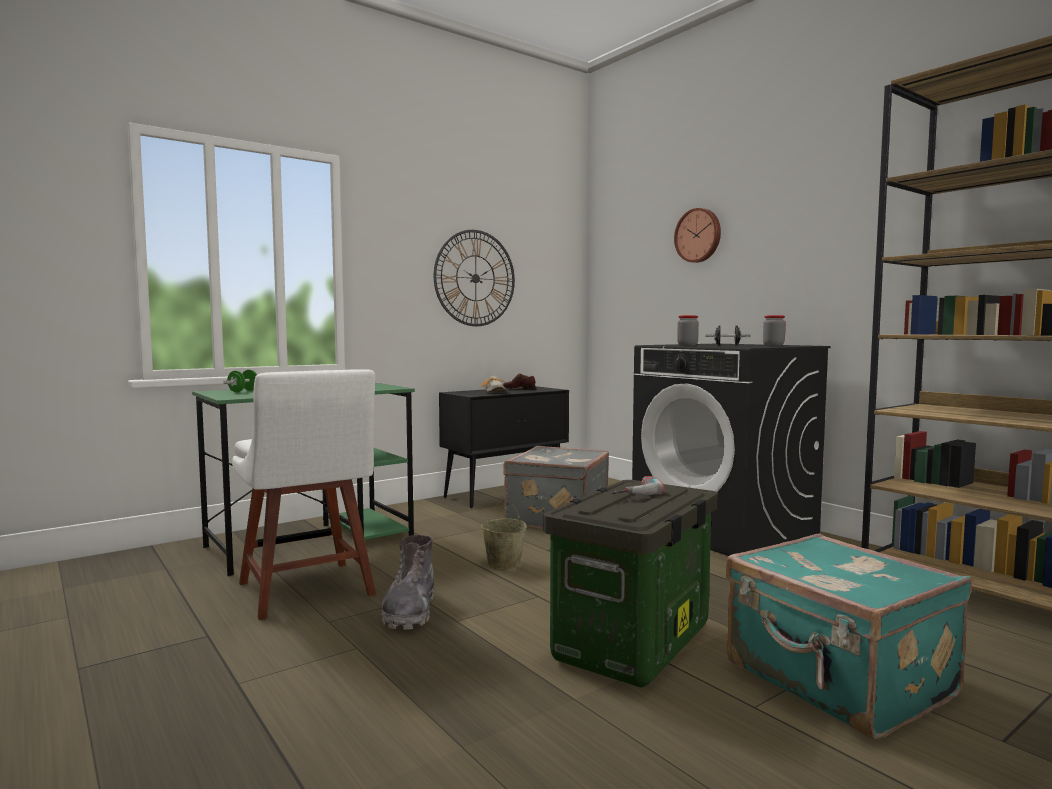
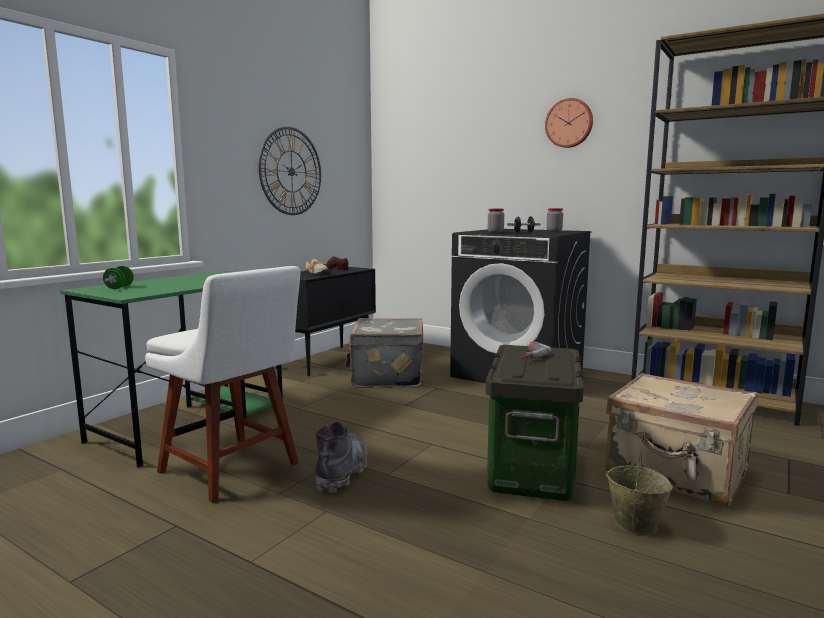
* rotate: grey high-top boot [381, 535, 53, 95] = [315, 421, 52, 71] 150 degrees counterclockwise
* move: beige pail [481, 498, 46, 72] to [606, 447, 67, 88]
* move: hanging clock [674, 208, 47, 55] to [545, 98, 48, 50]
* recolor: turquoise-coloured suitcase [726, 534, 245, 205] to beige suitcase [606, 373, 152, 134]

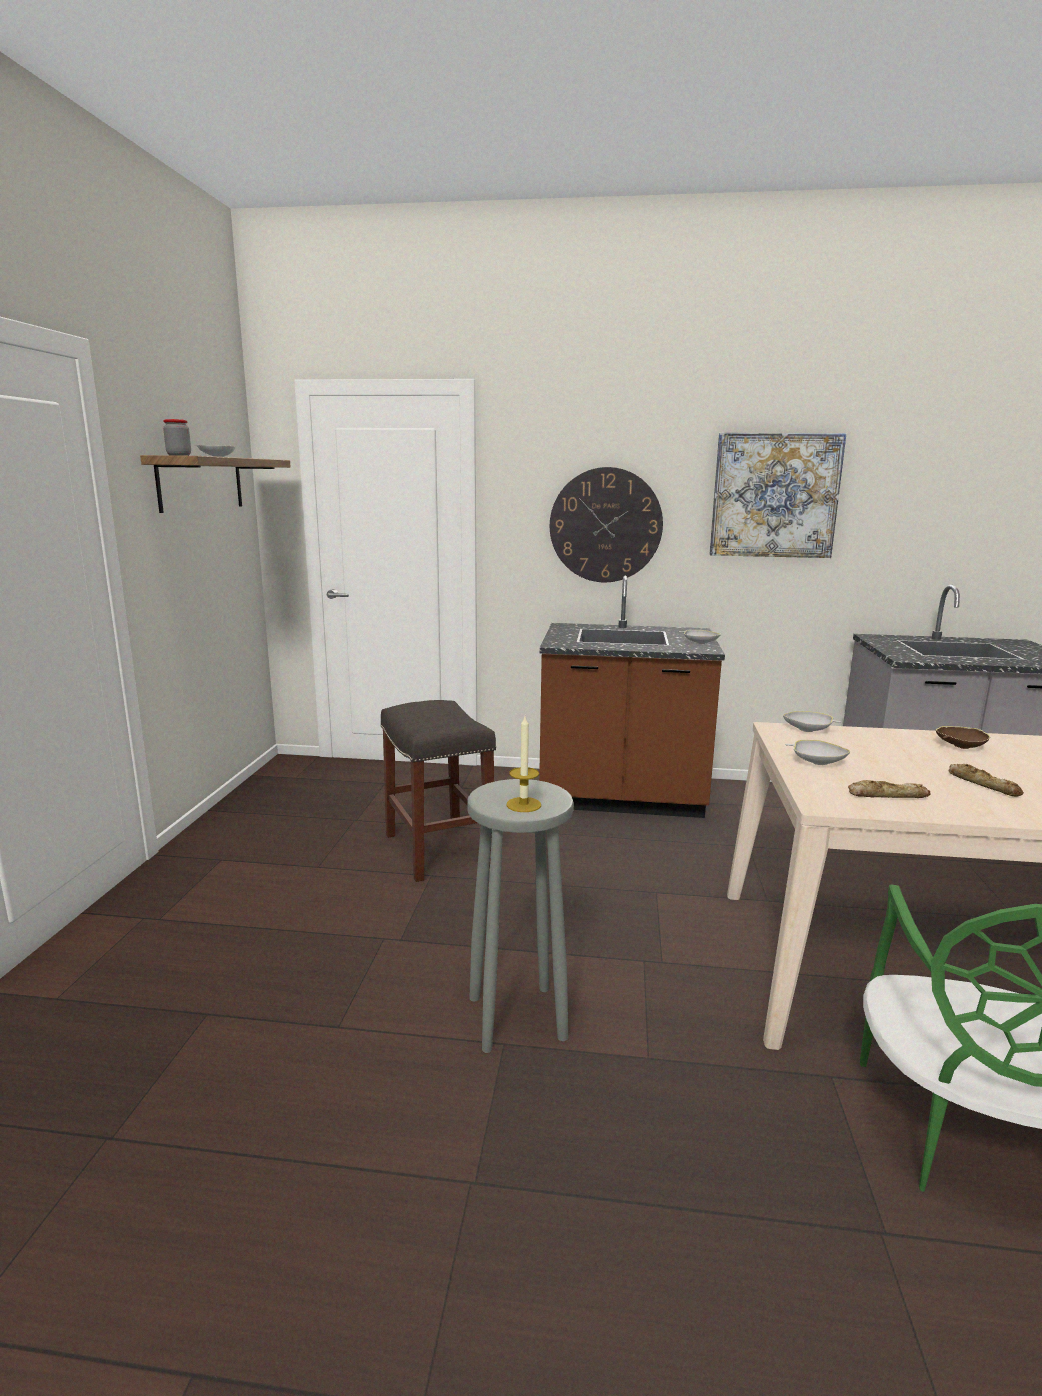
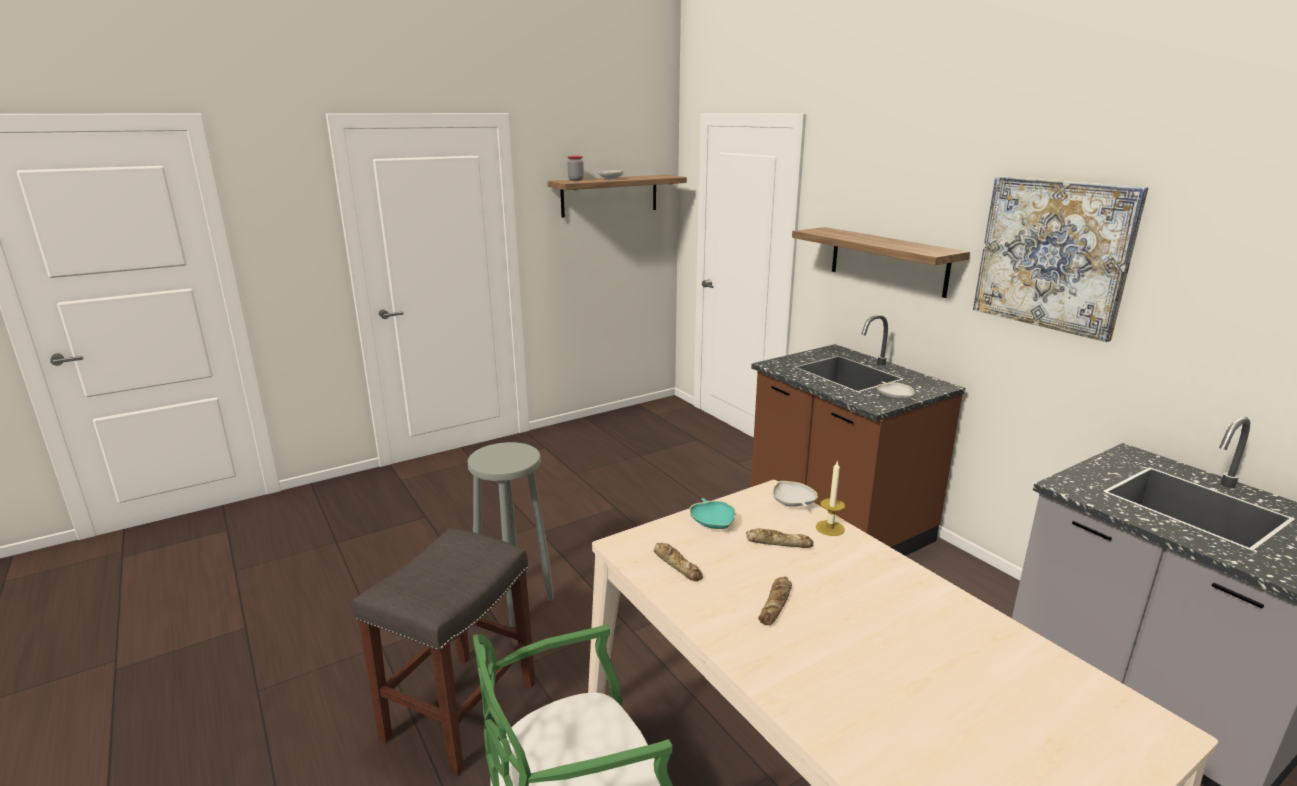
* move: grey stool seat [380, 700, 116, 182] to [353, 528, 183, 248]
* move: candle [507, 717, 34, 95] to [816, 460, 29, 76]
* replace: hanging clock [550, 467, 113, 115] to wall shelf [792, 227, 178, 71]
* recolor: white-coloured serving bowl [785, 740, 65, 25] to turquoise-coloured serving bowl [689, 498, 47, 31]
* delete: brownish serving bowl [936, 726, 54, 23]
* insert: bakery bread [746, 528, 67, 20]

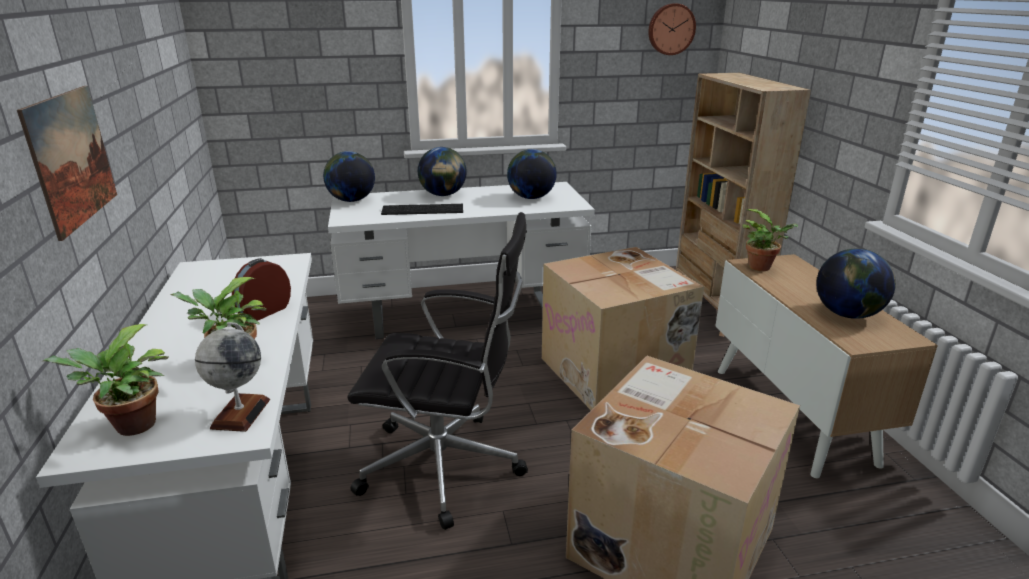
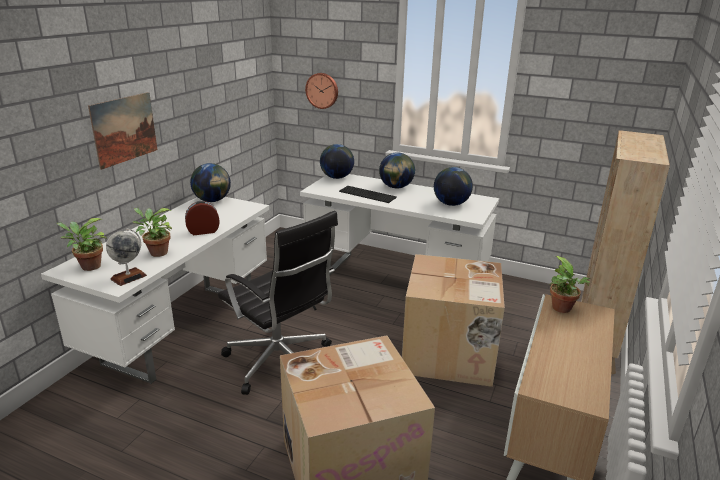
* move: hanging clock [648, 3, 48, 52] to [305, 73, 33, 36]
* move: desk globe [816, 249, 80, 70] to [190, 163, 41, 39]

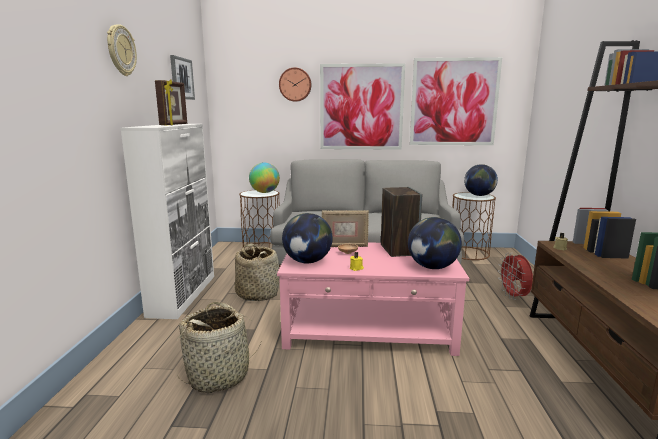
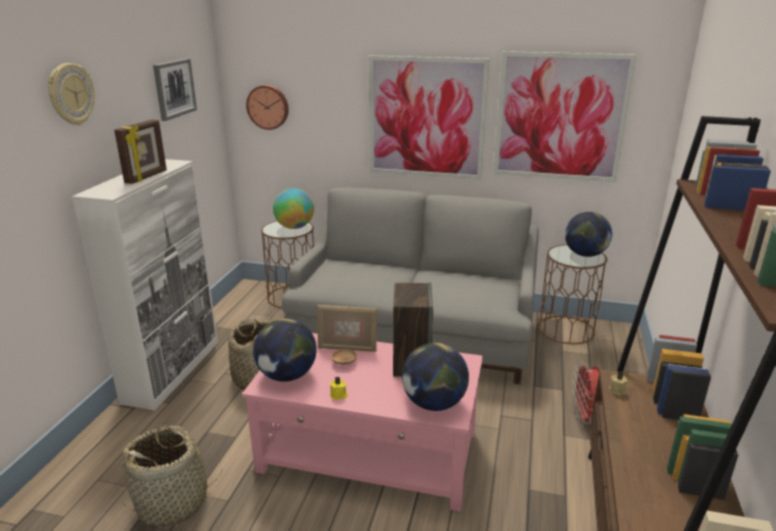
* move: hanging clock [279, 67, 32, 35] to [246, 85, 43, 45]

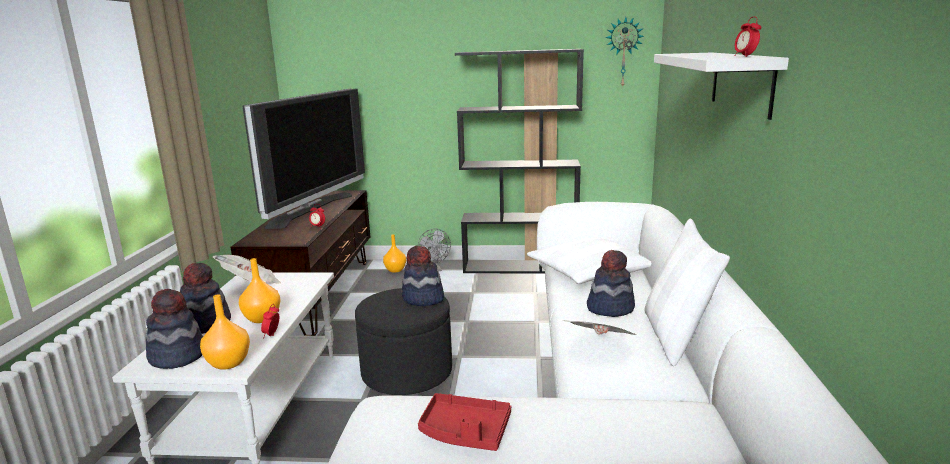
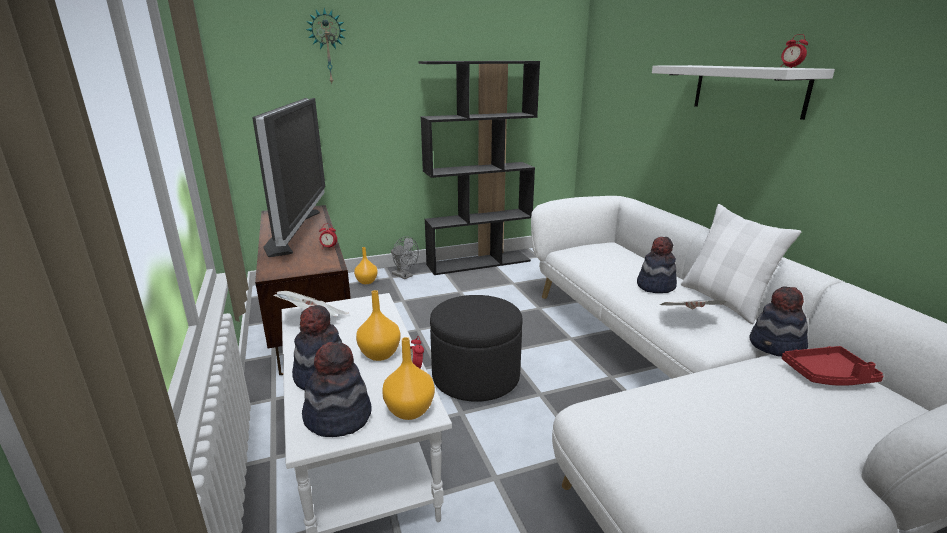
* move: hat [401, 245, 43, 61] to [749, 287, 59, 70]
* move: red serving tray [418, 393, 93, 58] to [782, 346, 102, 40]
* delete: white-coloured throw pillow [527, 237, 124, 47]
* move: hanging clock [605, 17, 39, 71] to [306, 8, 40, 76]

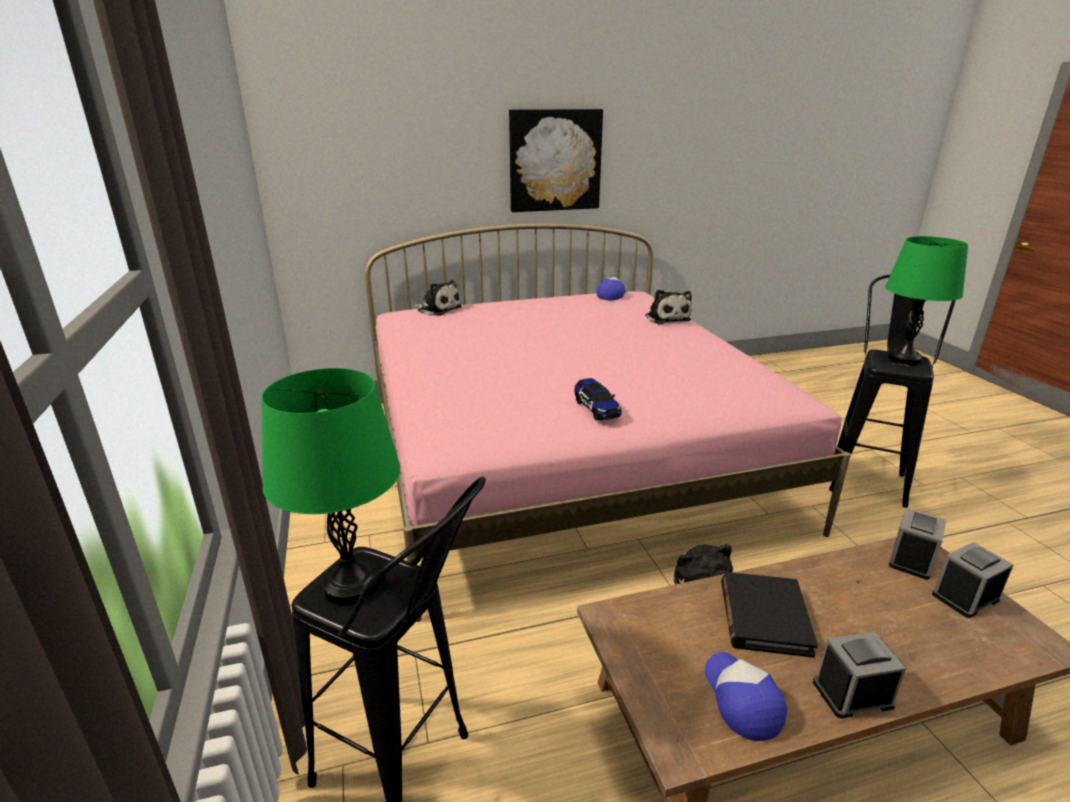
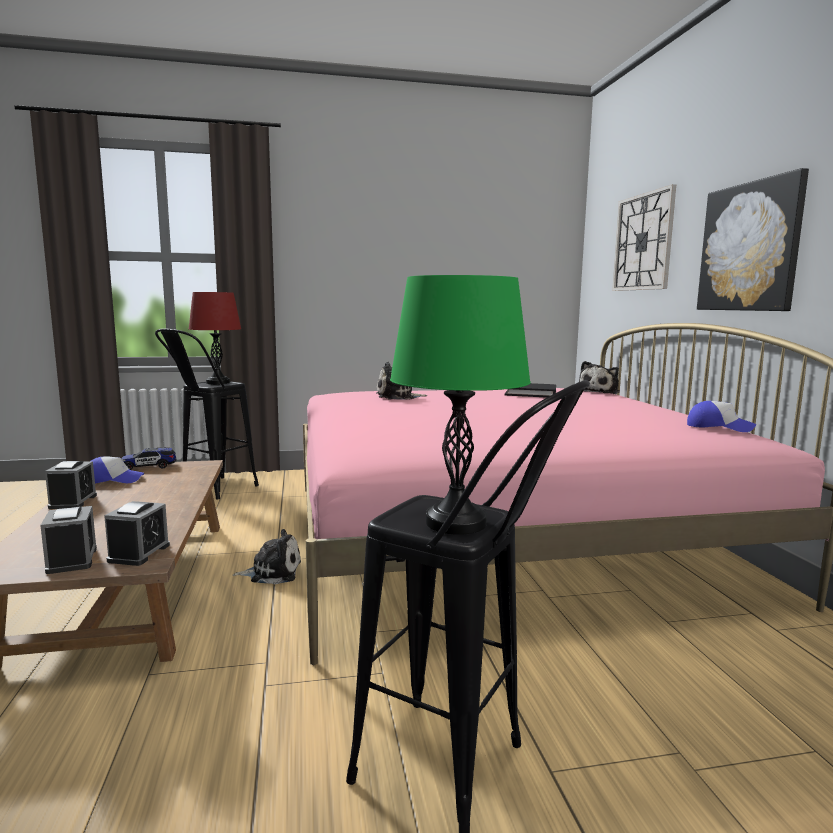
* recolor: greenish tabletop lamp [262, 368, 139, 237] to red tabletop lamp [189, 292, 52, 92]
* move: miniature car [574, 378, 48, 43] to [121, 448, 55, 22]
* move: plush toy [645, 290, 47, 34] to [377, 362, 51, 38]
* move: black-coloured bound book [721, 572, 97, 86] to [505, 383, 51, 15]
* rotate: bedside clock [889, 508, 57, 72] = [104, 501, 66, 65] 120 degrees counterclockwise
* insert: hanging clock [612, 184, 64, 107]

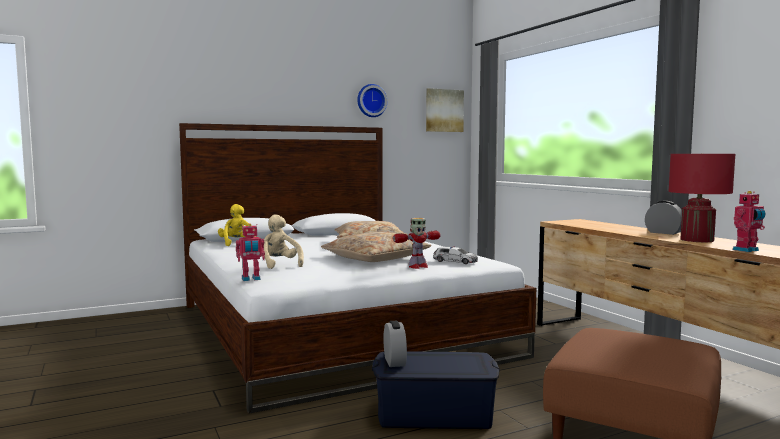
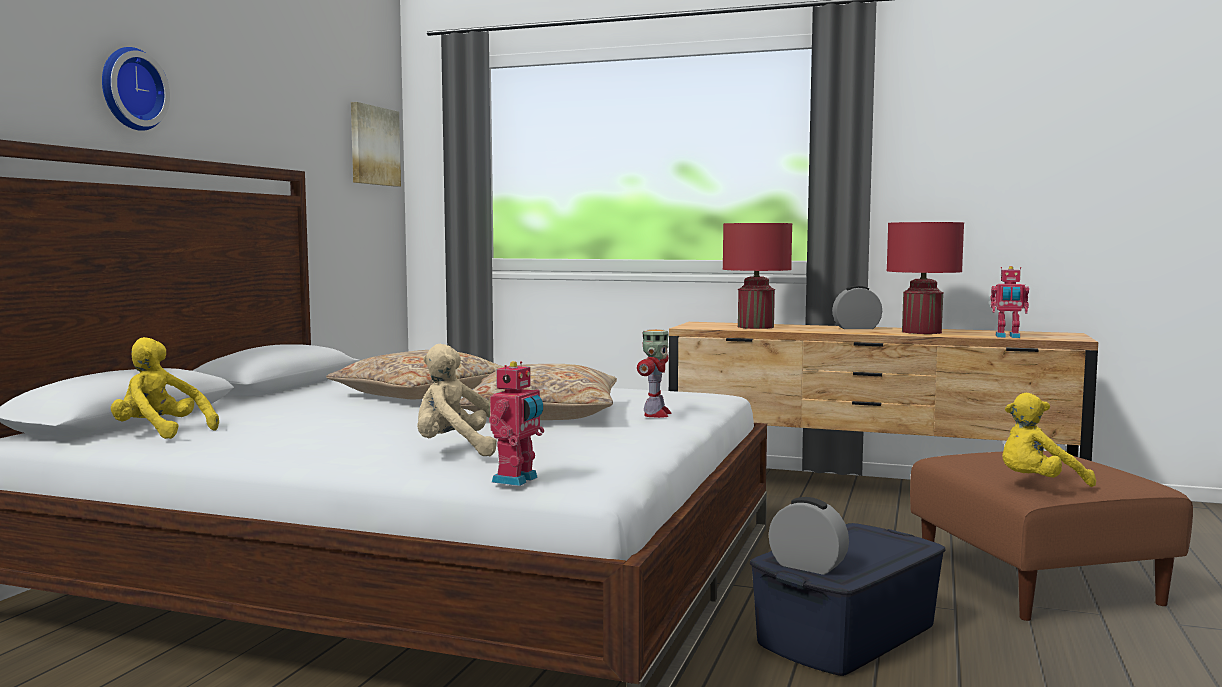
* move: hanging clock [357, 84, 30, 33] to [102, 47, 68, 84]
* delete: miniature car [433, 246, 45, 18]
* rotate: toy robot [732, 191, 33, 61] = [990, 266, 39, 72] 90 degrees clockwise
* insert: red tabletop lamp [723, 223, 69, 106]
* insert: yellow-coloured plush toy [1002, 393, 94, 94]

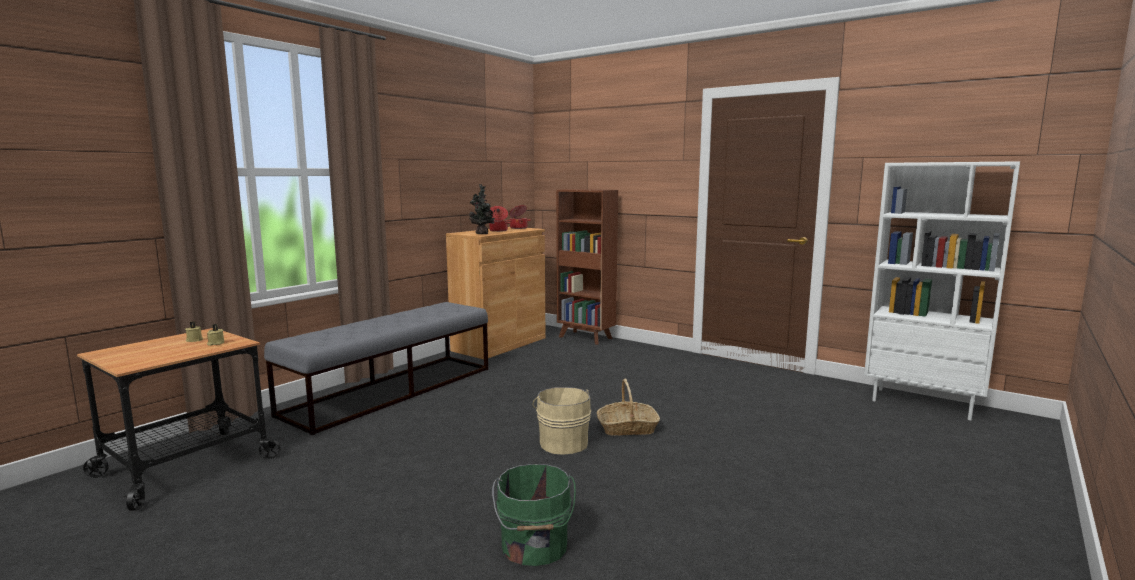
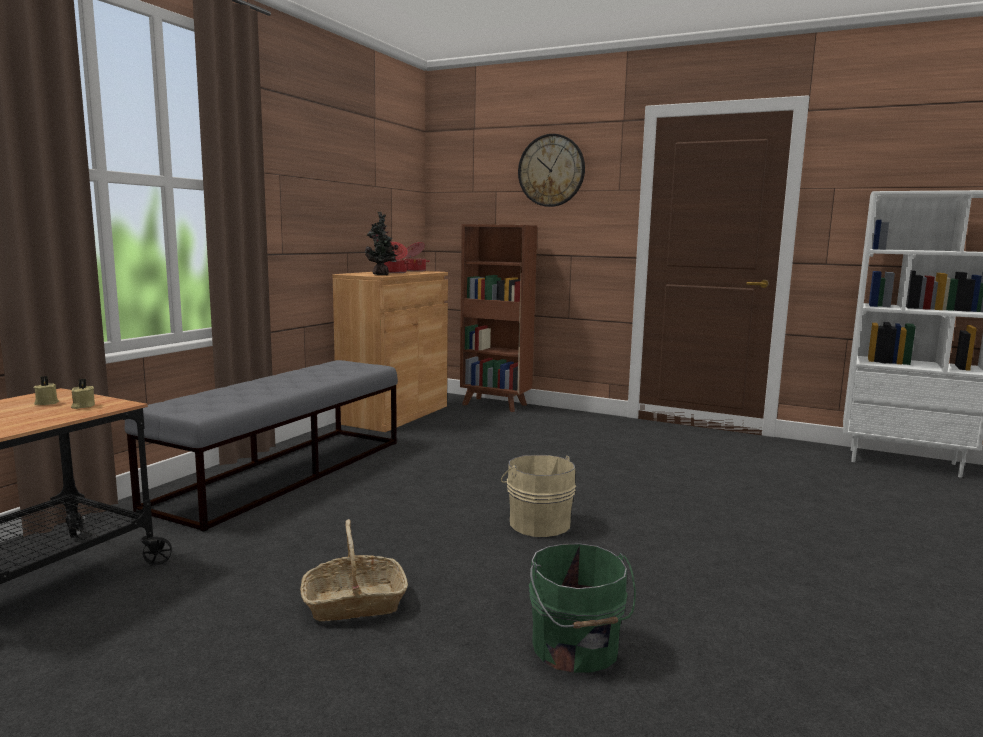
* move: basket [596, 378, 64, 57] to [300, 519, 108, 102]
* insert: hanging clock [518, 134, 67, 73]

